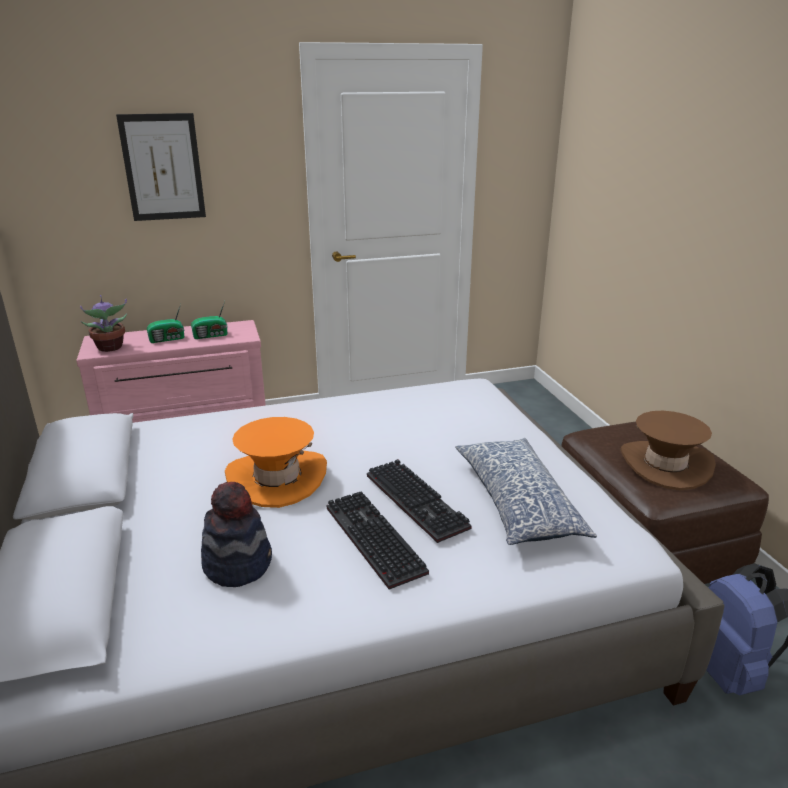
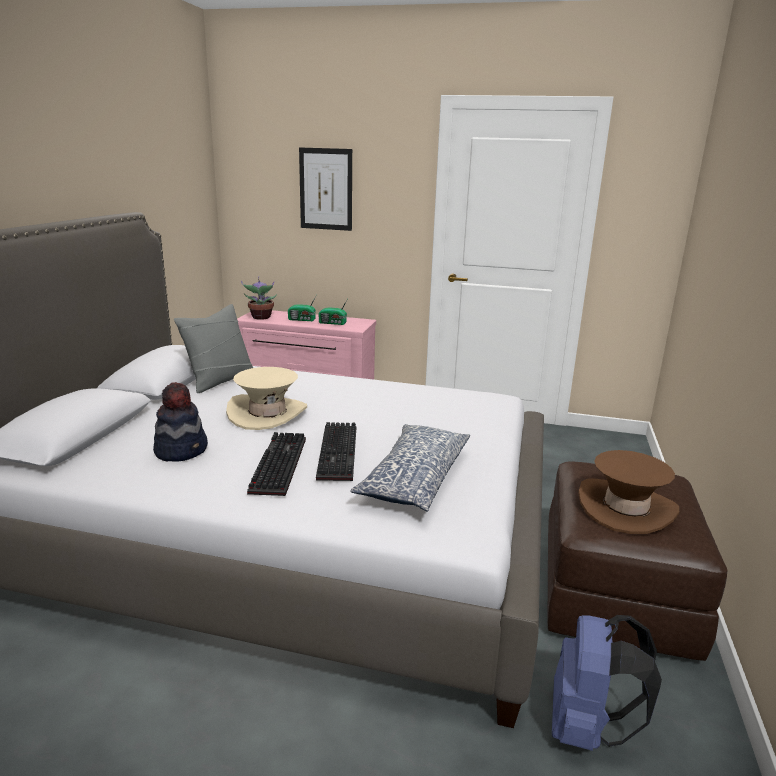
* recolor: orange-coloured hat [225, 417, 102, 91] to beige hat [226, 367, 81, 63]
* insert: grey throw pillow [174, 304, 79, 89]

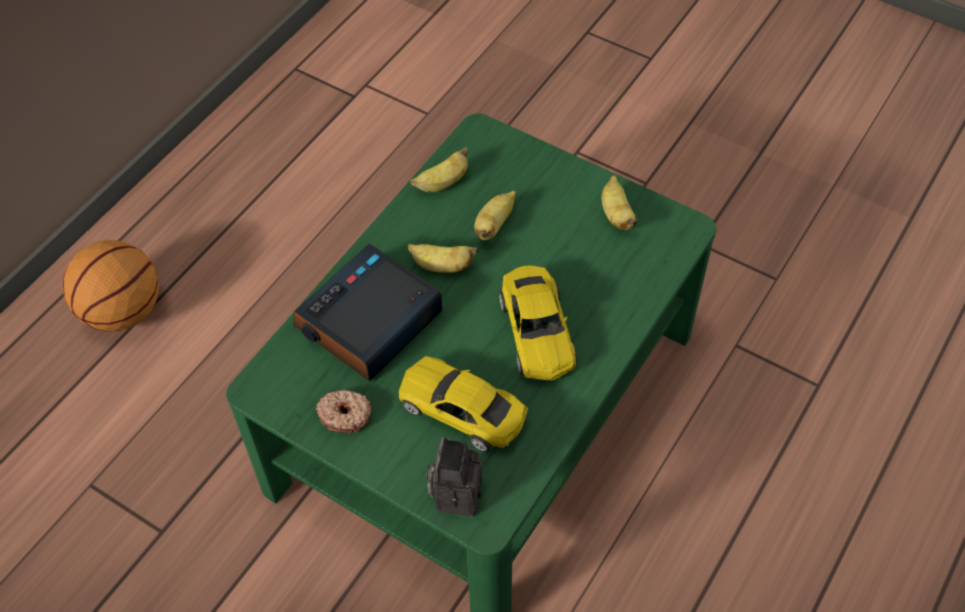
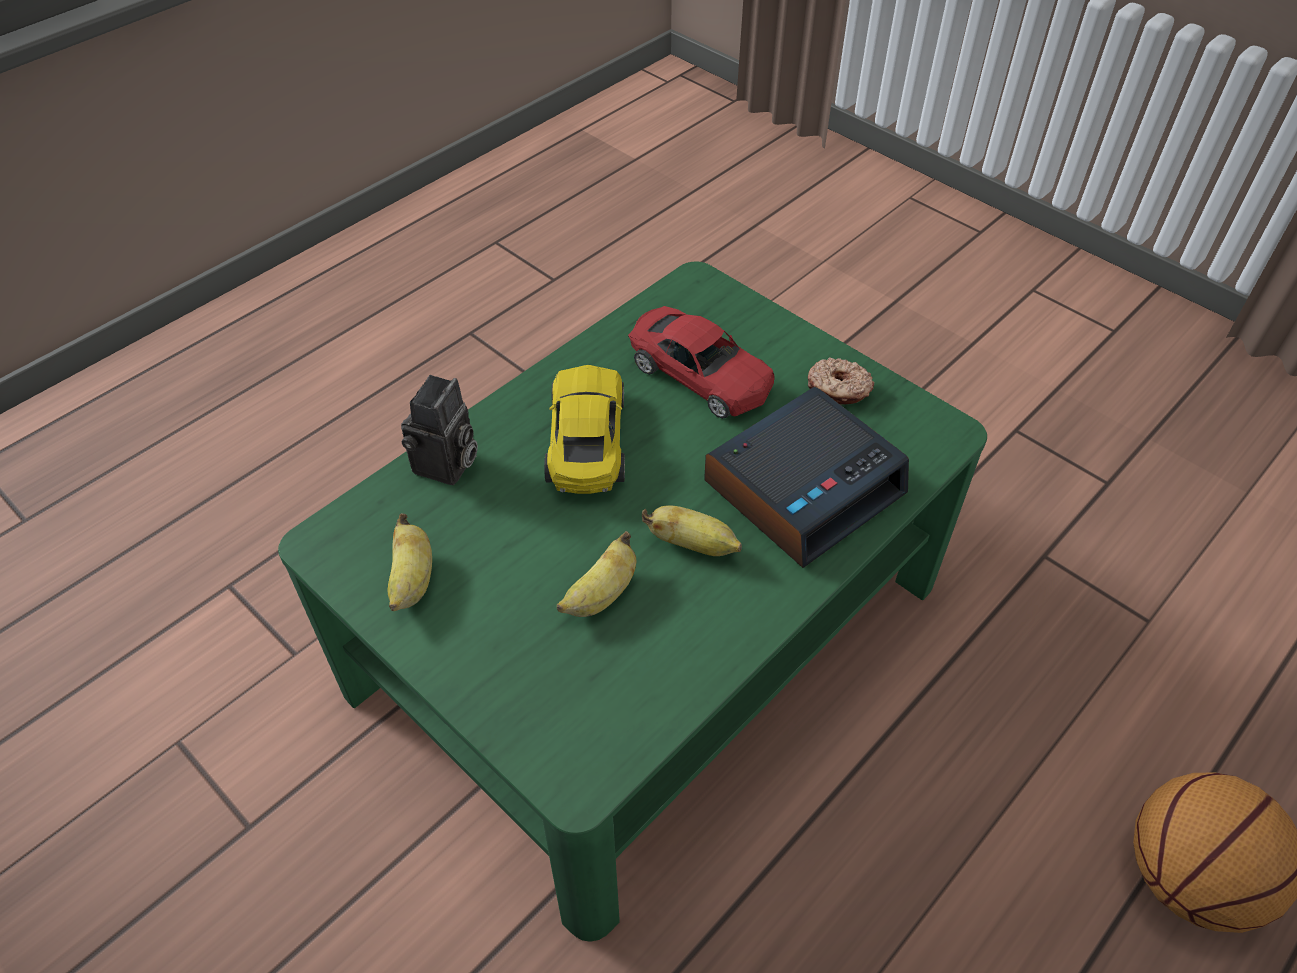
* recolor: yellow-coloured miniature car [399, 356, 129, 96] to red miniature car [628, 306, 146, 113]
* delete: banana [411, 147, 57, 45]
* move: still camera [426, 437, 56, 80] to [401, 375, 77, 110]

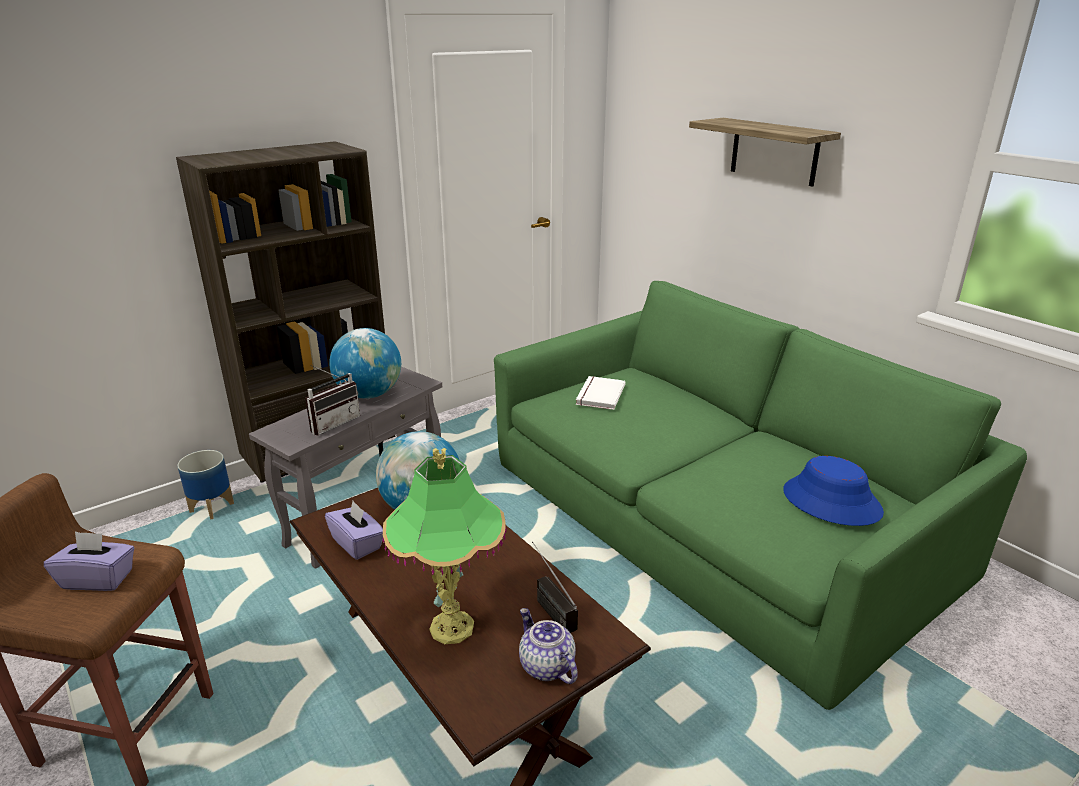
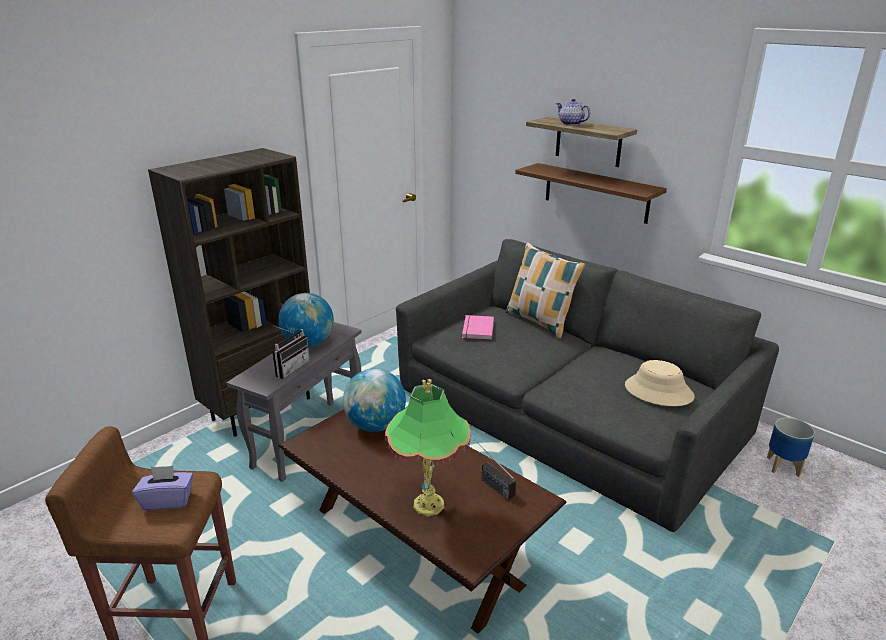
* move: planter [177, 450, 57, 70] to [767, 417, 48, 60]
* delete: purple tissue box [325, 501, 58, 59]
* recolor: greenish settee [494, 281, 533, 429] to grey settee [396, 239, 383, 293]
* move: tea pot [519, 608, 59, 76] to [556, 99, 34, 27]
* recolor: white-coloured bound book [576, 376, 50, 34] to pinkish bound book [462, 315, 32, 24]
* recolor: blue hat [783, 456, 101, 70] to beige hat [625, 360, 70, 46]
* insert: throw pillow [505, 242, 80, 97]
* insert: brownish wall shelf [515, 163, 152, 61]

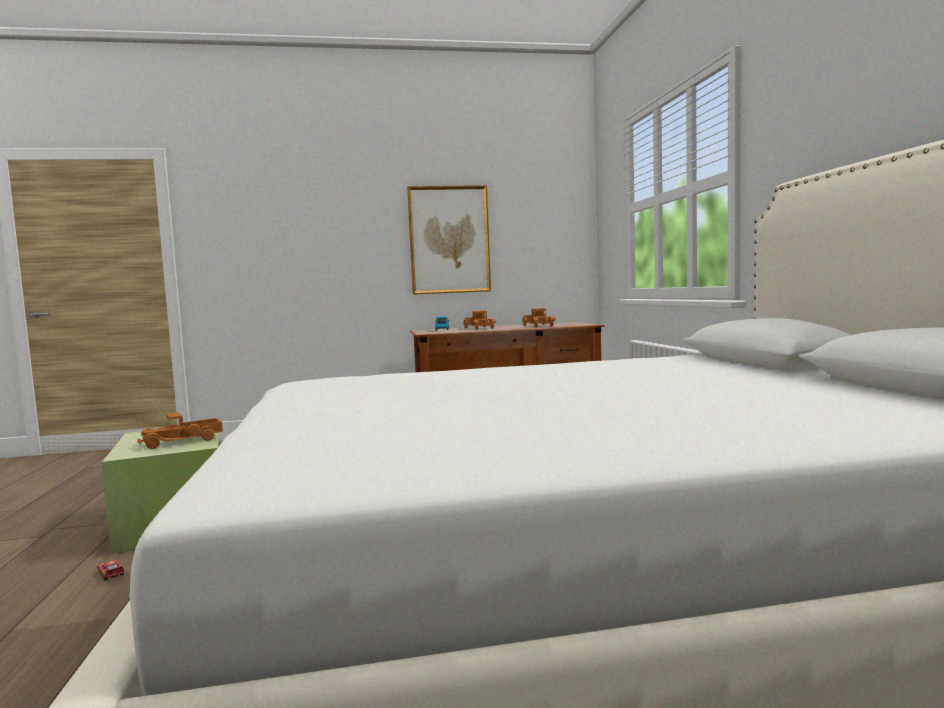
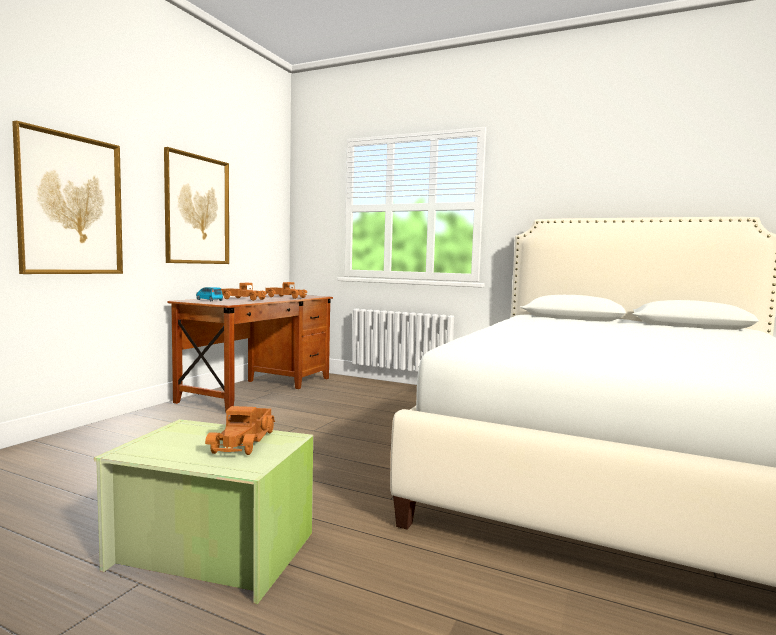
* delete: miniature car [97, 560, 27, 21]
* insert: picture [12, 121, 111, 153]

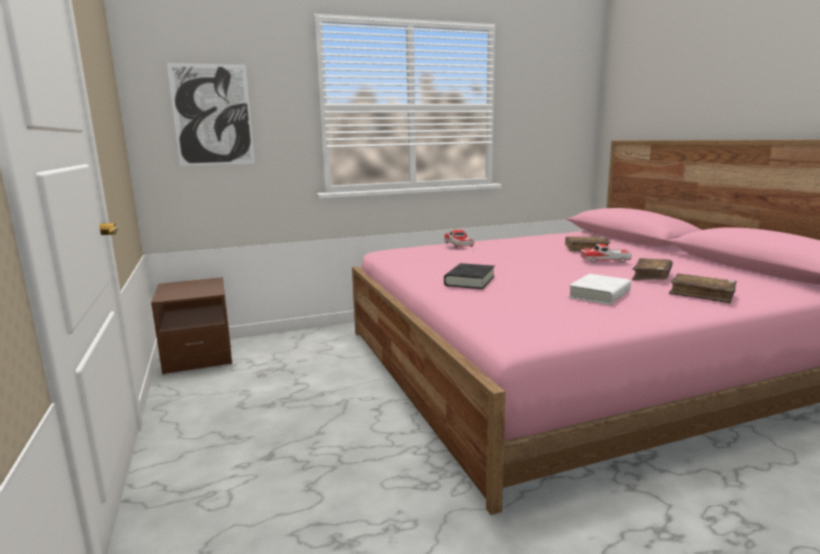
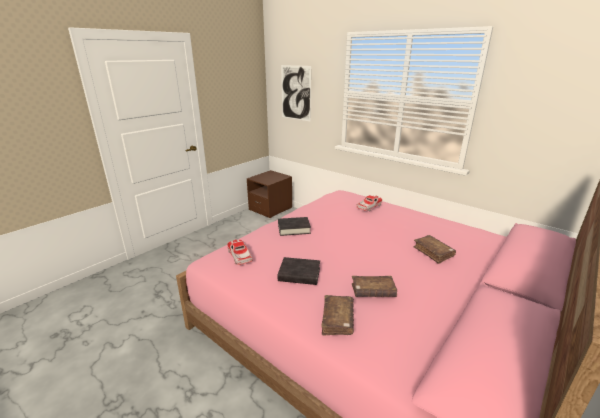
* recolor: white-coloured bound book [568, 274, 63, 31] to black-coloured bound book [278, 257, 42, 28]
* move: miniature car [581, 244, 51, 19] to [227, 240, 26, 25]

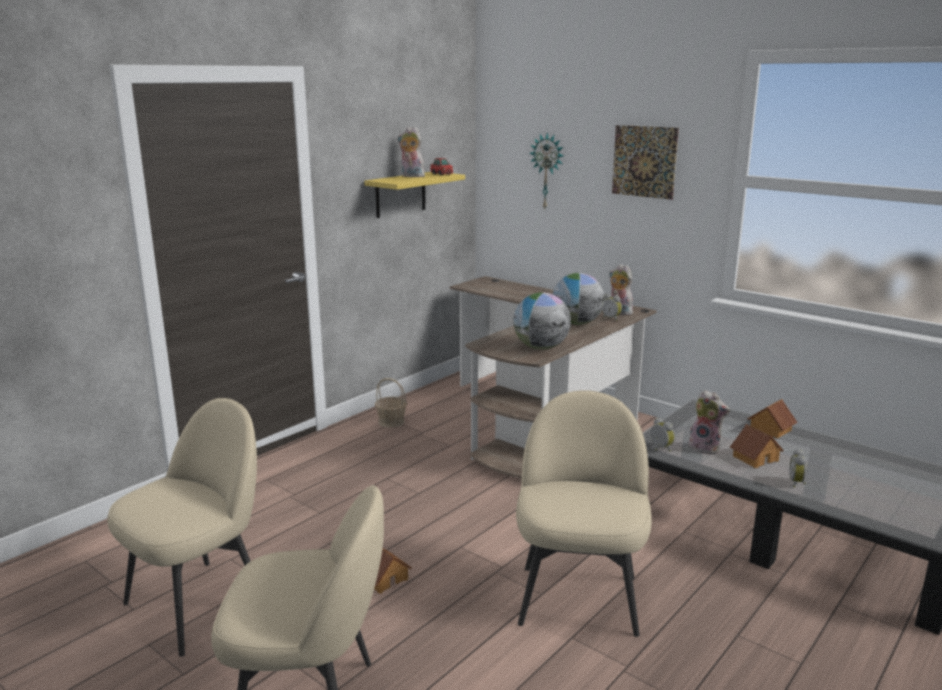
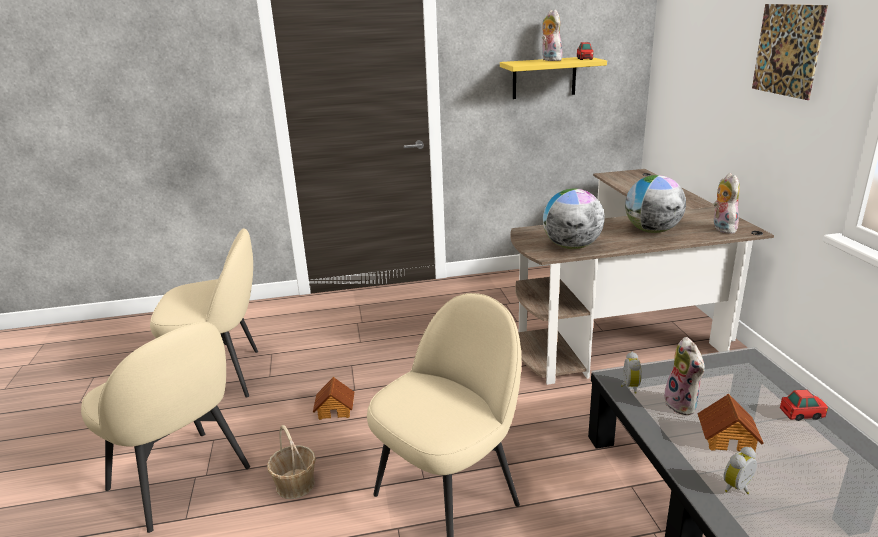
* move: basket [375, 378, 32, 50] to [267, 425, 49, 74]
* delete: hanging clock [529, 132, 35, 77]
* delete: bedside clock [602, 293, 20, 28]
* replace: toy house [747, 399, 51, 40] to miniature car [780, 389, 48, 32]

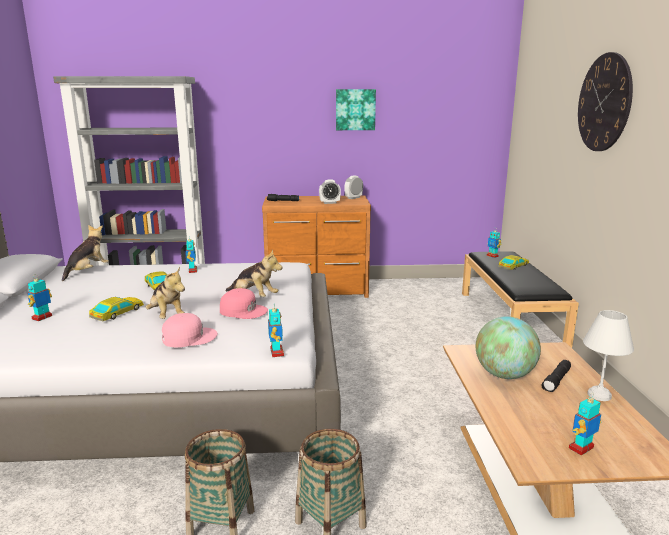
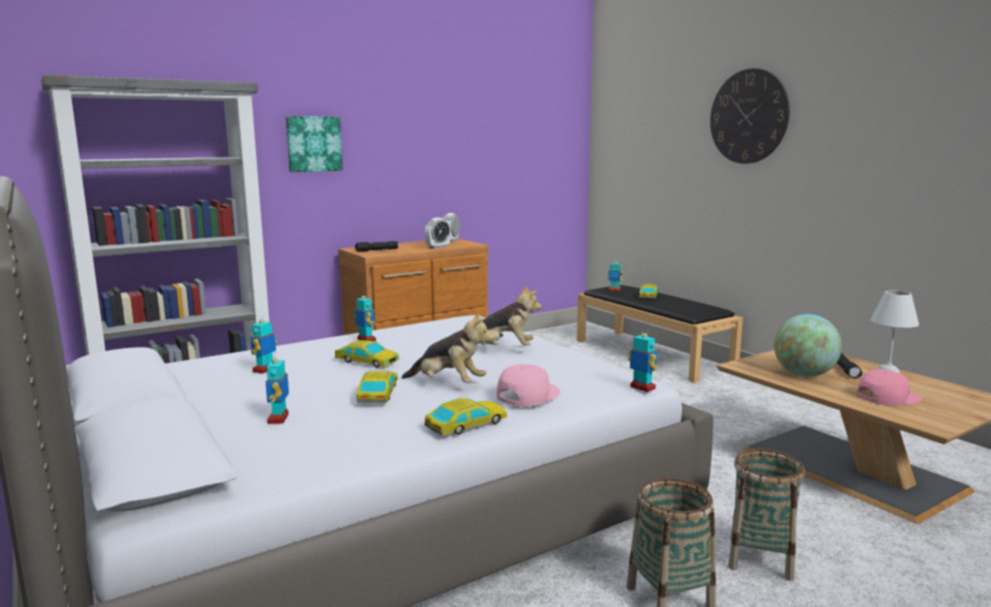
* delete: plush toy [62, 225, 47, 56]
* move: pinkish peaked cap [220, 288, 48, 31] to [857, 370, 65, 36]
* move: picture [336, 89, 40, 41] to [286, 116, 57, 56]
* move: toy robot [569, 394, 32, 62] to [250, 314, 28, 60]
* insert: miniature car [424, 398, 83, 38]

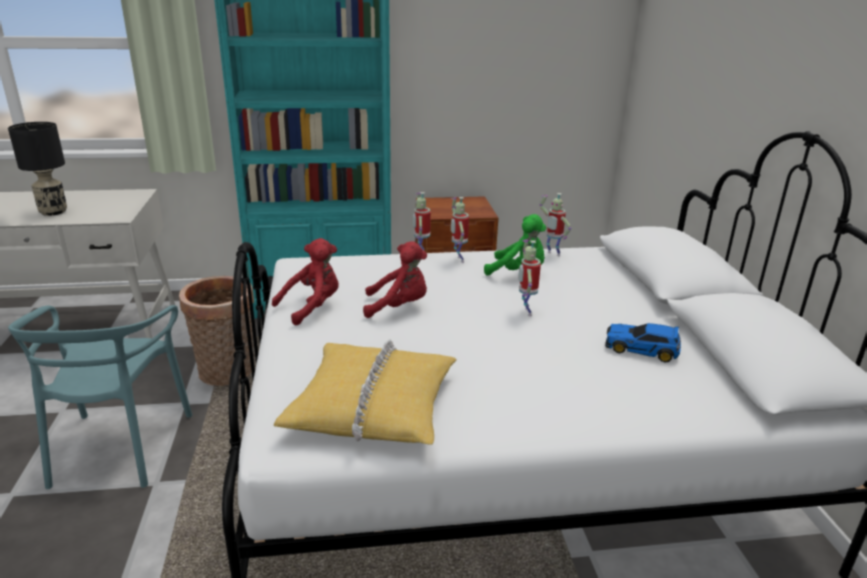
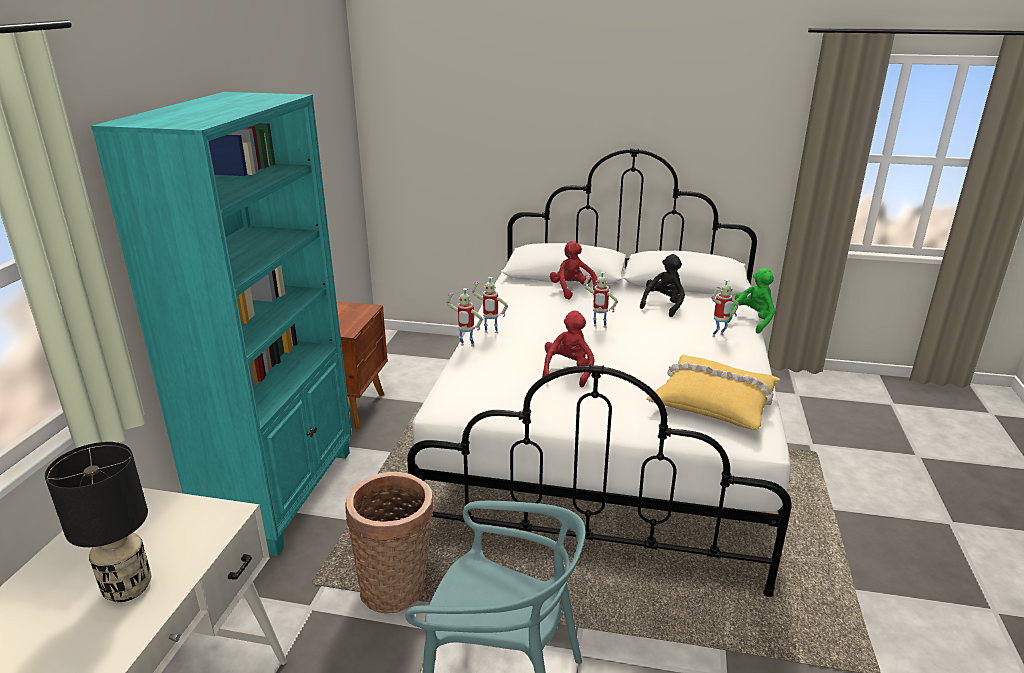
* move: red plush toy [272, 238, 67, 88] to [550, 241, 47, 59]
* move: greenish plush toy [484, 214, 62, 62] to [727, 268, 48, 66]
* move: toy robot [540, 193, 31, 63] to [712, 279, 27, 58]
* replace: miniature car [605, 323, 76, 39] to black-coloured plush toy [640, 254, 45, 63]

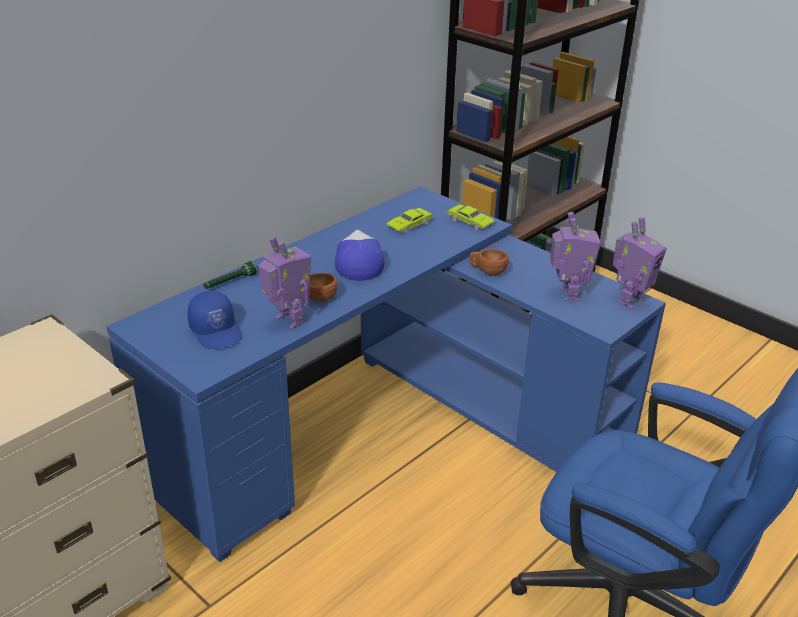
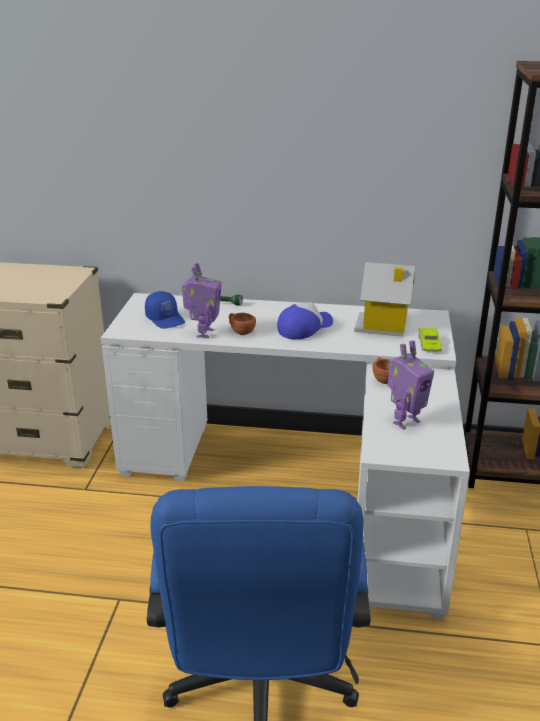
* recolor: blue desk table [107, 186, 559, 376] to white-coloured desk table [101, 293, 369, 326]
* rotate: blue peaked cap [187, 291, 55, 58] = [145, 291, 40, 38] 60 degrees counterclockwise
* replace: greenish miniature car [386, 208, 47, 25] to toy house [354, 262, 61, 75]
* delete: toy robot [613, 217, 54, 93]

